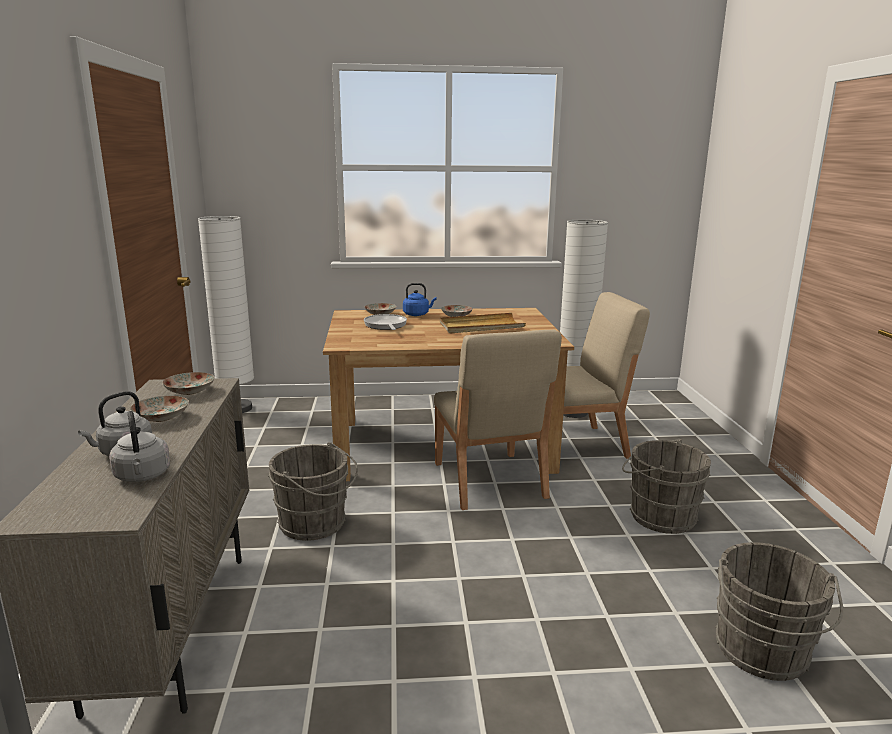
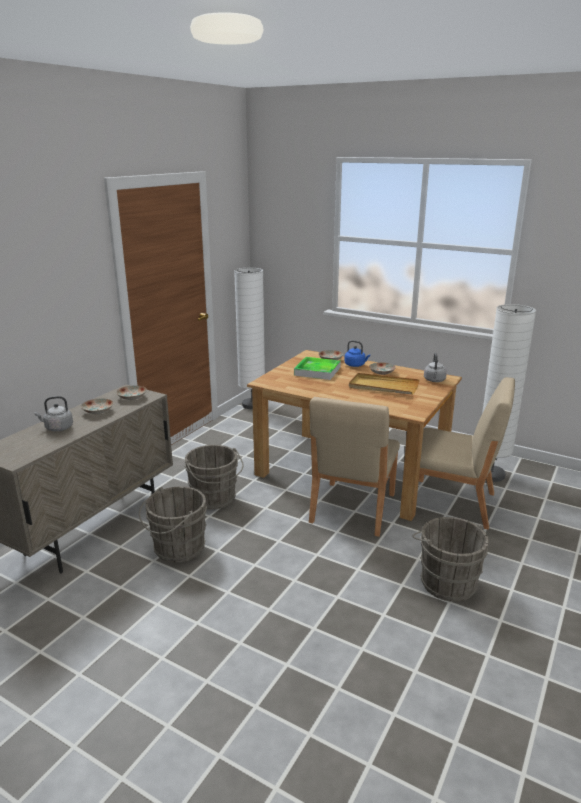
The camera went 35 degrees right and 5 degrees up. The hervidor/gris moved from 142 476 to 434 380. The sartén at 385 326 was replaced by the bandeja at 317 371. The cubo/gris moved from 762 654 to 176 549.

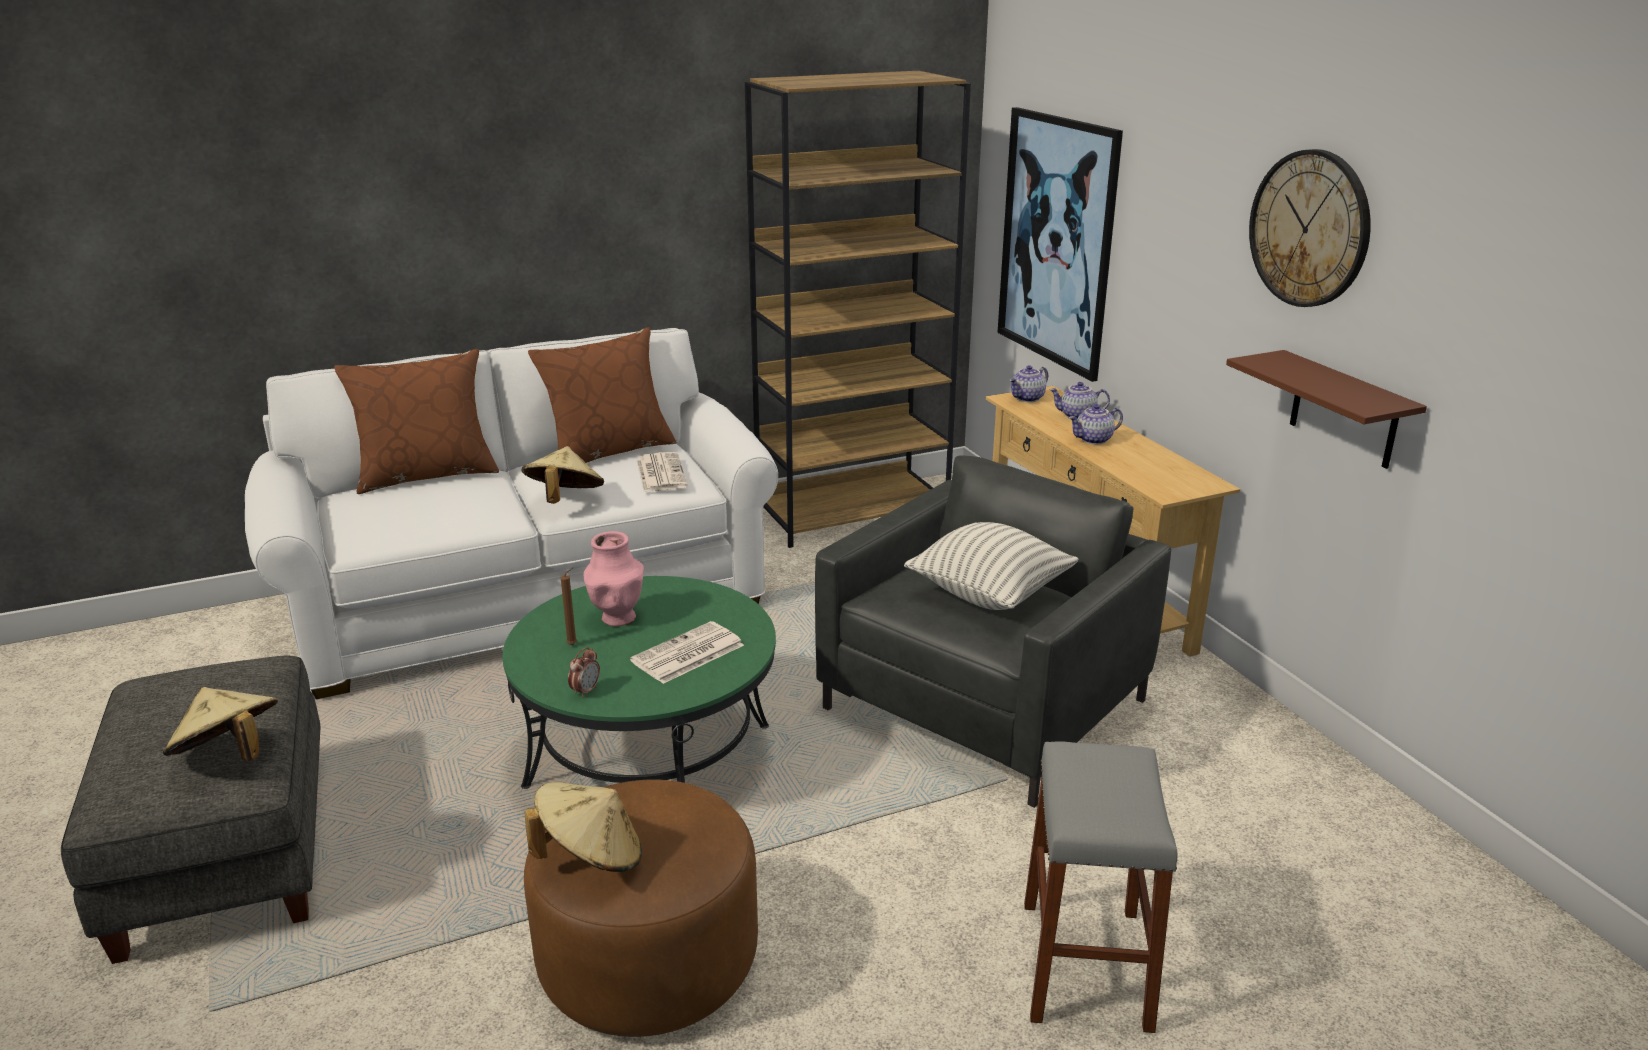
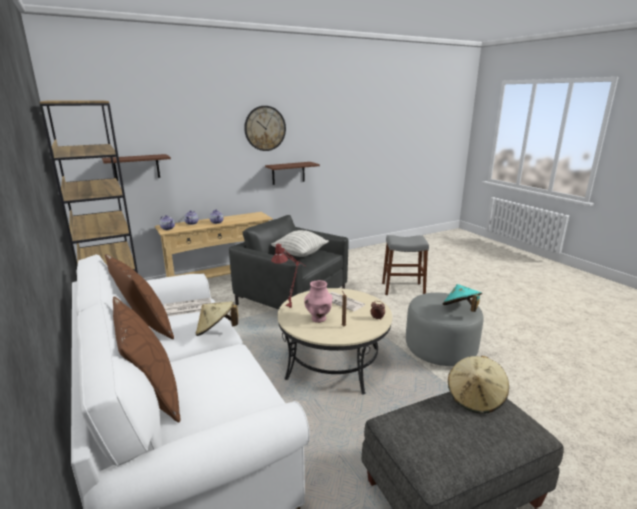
The camera went 95 degrees left and 5 degrees down. The mesa de centro/verde at 649 755 became the mesa de centro/beis at 333 363. The puf/marrón at 648 962 became the puf/gris at 440 349. The sombrero/beis at 591 857 became the sombrero/turquesa at 460 309. The cuadro at 1056 241 was replaced by the estante/marrón at 136 167. The lámpara de mesa/rojo at 292 306 appeared.

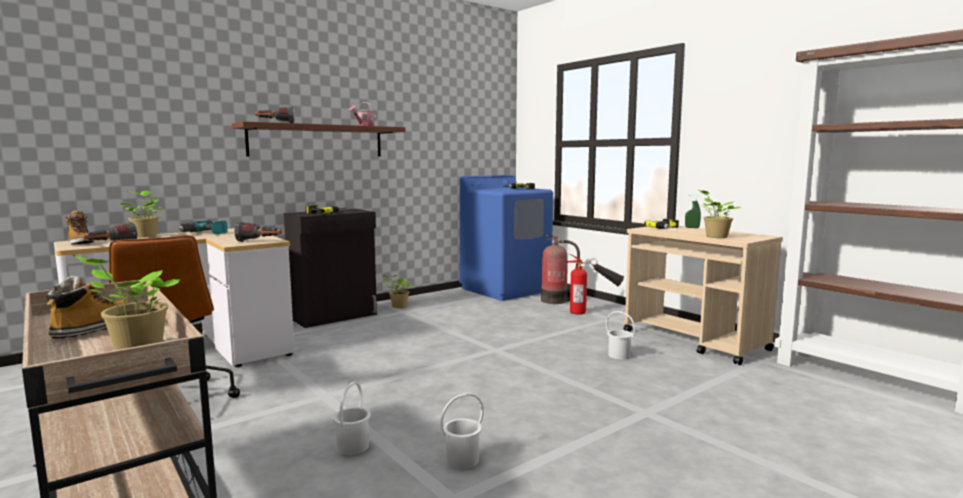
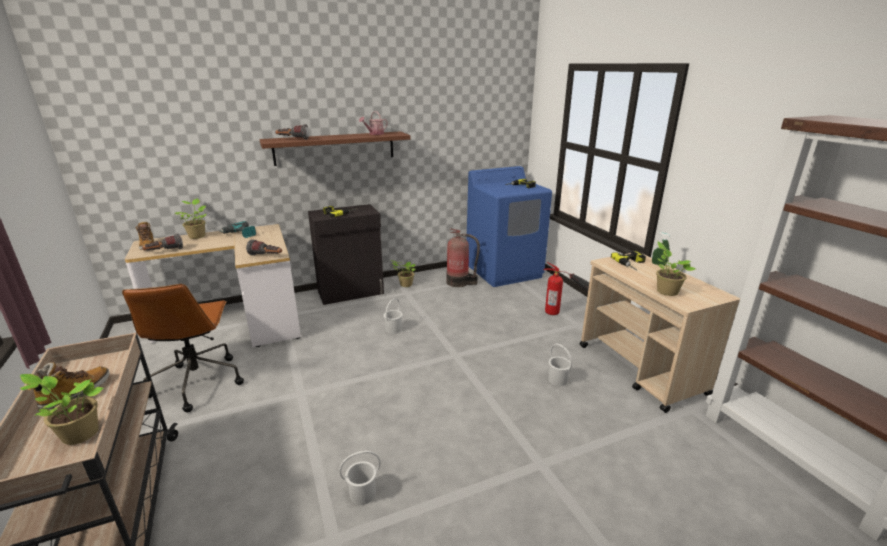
The camera went 15 degrees right and 15 degrees up. The cubo/blanco moved from 353 447 to 394 329. The extintor moved from 556 300 to 459 282.

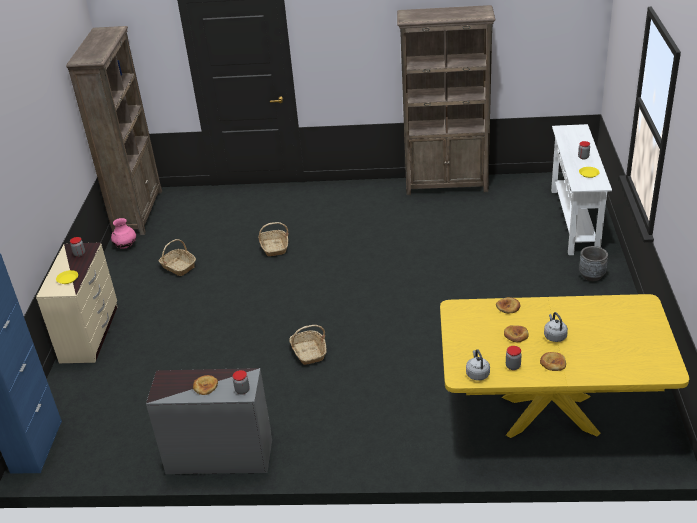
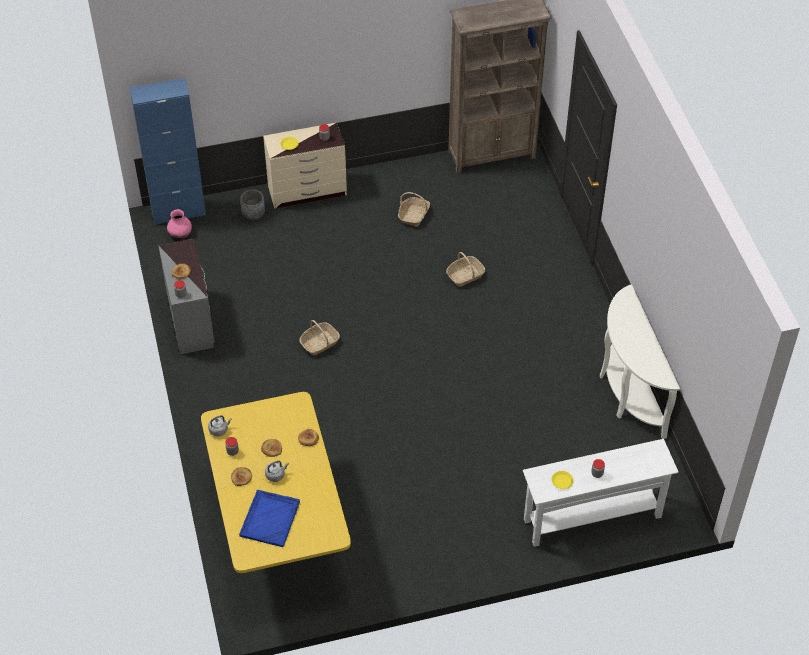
The camera went 70 degrees right and 15 degrees up. The florero/rosa moved from 126 246 to 180 234. The estantería/marrón at 447 185 was replaced by the mesa consola/blanco at 627 392. The maceta/gris moved from 591 275 to 253 215. The bandeja/azul at 270 518 appeared.

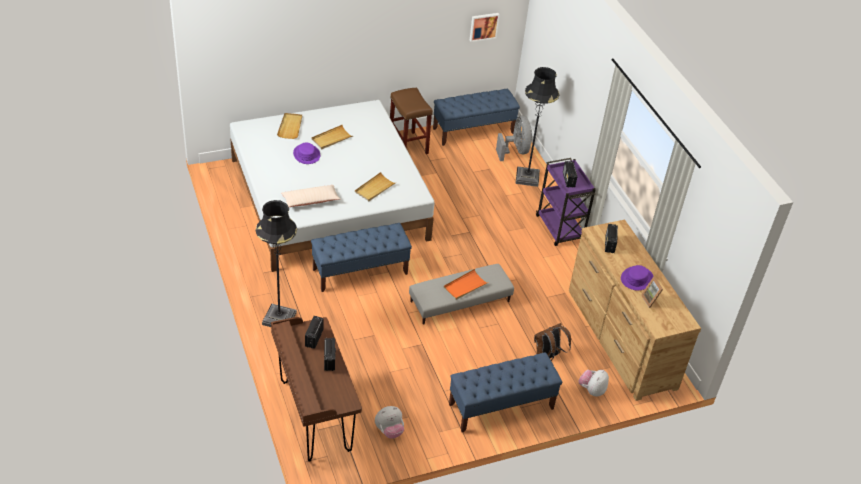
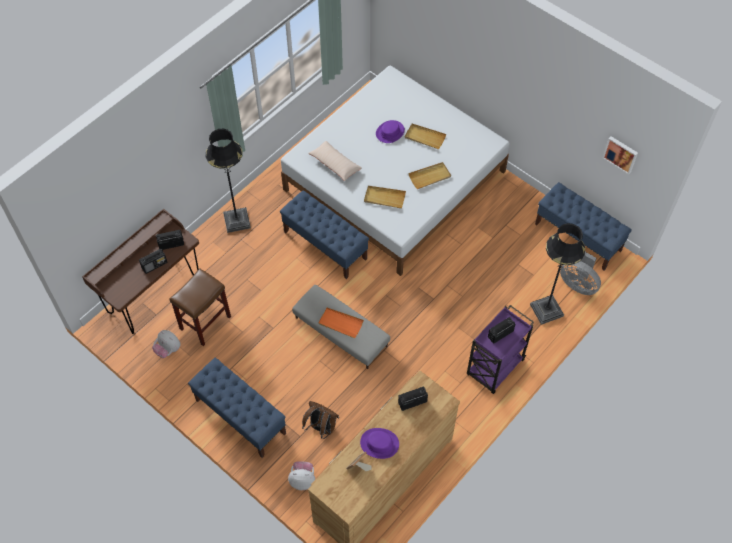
The camera went 65 degrees right and 15 degrees up. The bandeja/beis moved from 290 127 to 430 176. The taburete/marrón moved from 408 146 to 205 323. The ventilador/gris at 515 151 turned 75 degrees clockwise.

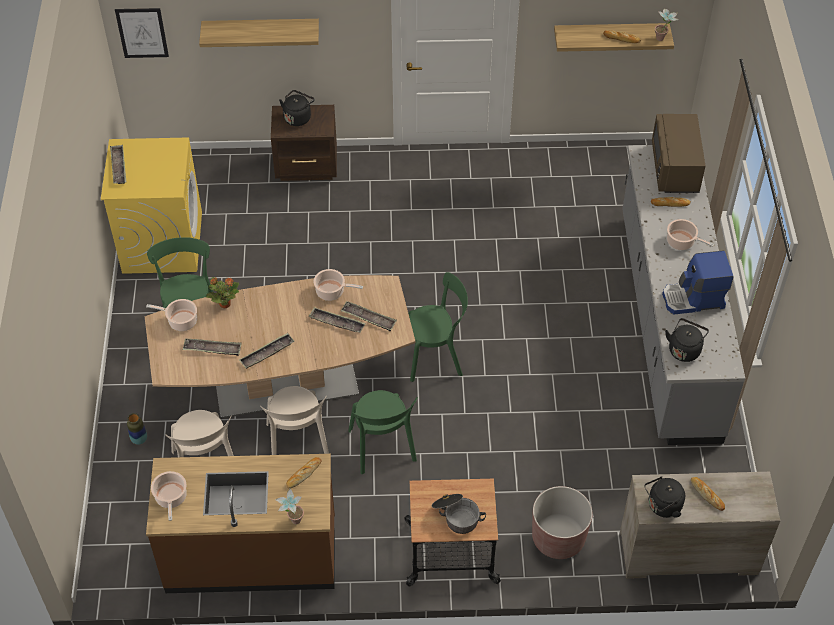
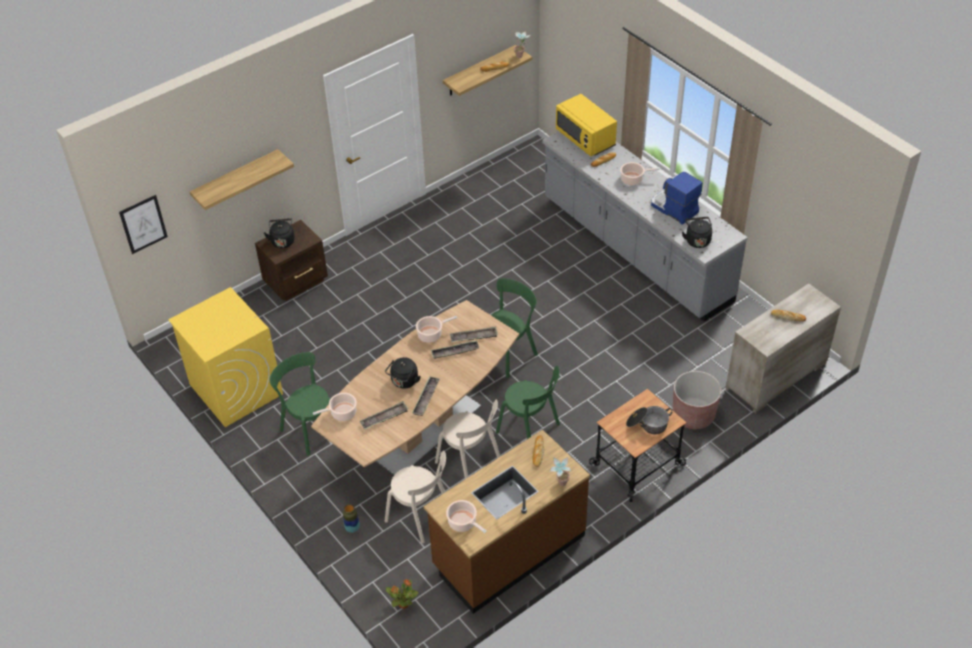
The camera went 35 degrees left and 5 degrees down. The bandeja at 119 167 disappeared. The planta en maceta moved from 224 304 to 403 604. The hervidor/negro moved from 662 506 to 404 382. The microondas/marrón at 675 169 became the microondas/amarillo at 585 139. The cafetera at 693 299 turned 90 degrees clockwise.

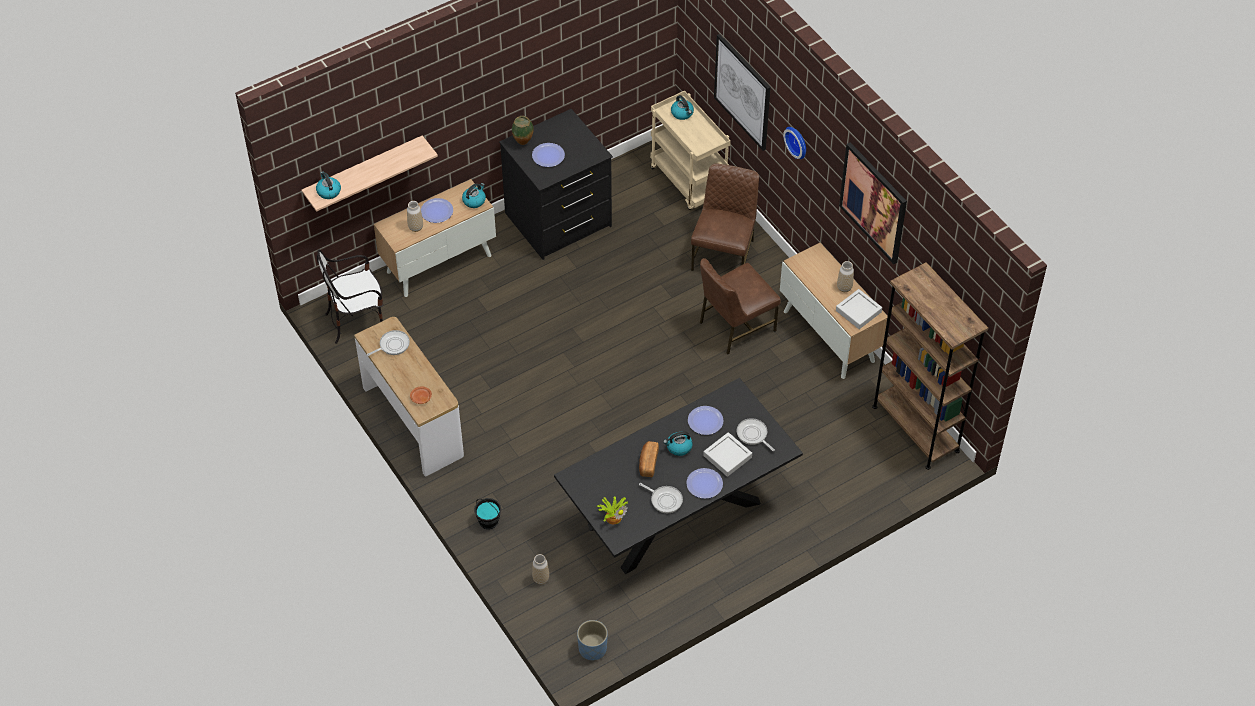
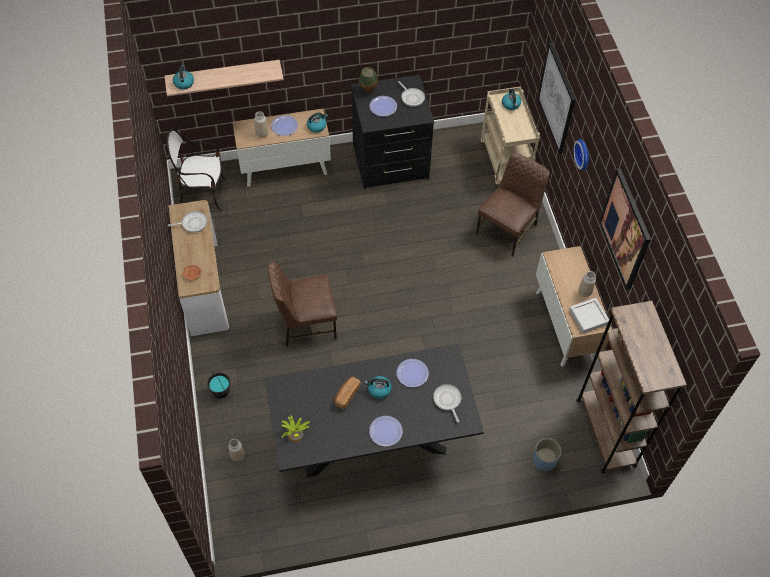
The camera went 20 degrees right and 5 degrees up. The maceta/azul moved from 592 649 to 544 460. The sartén moved from 664 500 to 412 97. The silla/marrón moved from 735 326 to 306 323. The bandeja/gris at 727 456 disappeared.

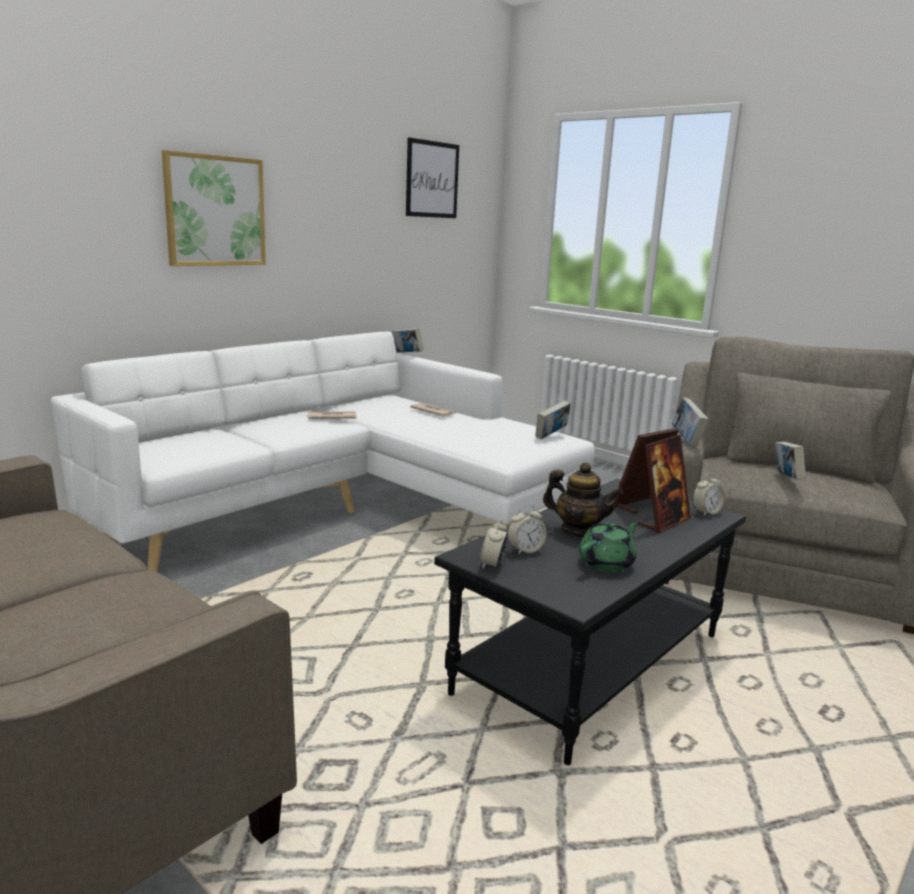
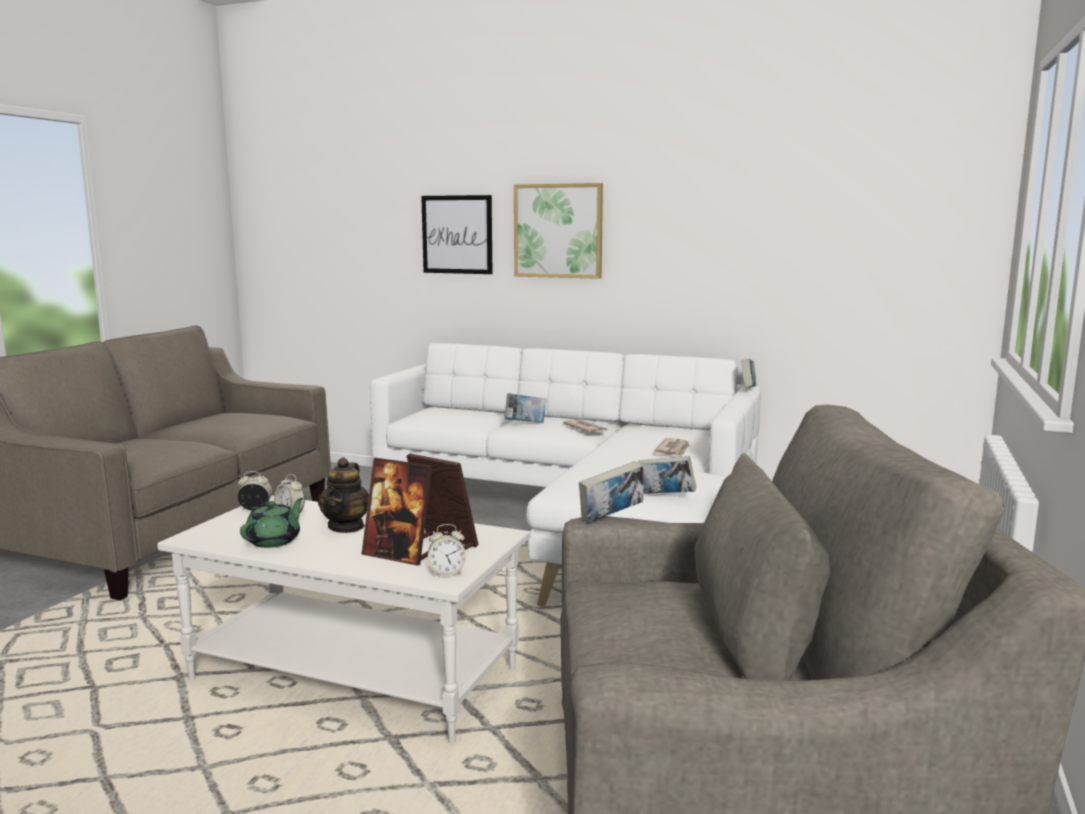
The camera went 70 degrees right and 5 degrees down. The cuadro moved from 432 179 to 457 234. The mesa de centro/negro at 589 662 became the mesa de centro/blanco at 356 674. The tetera/verde at 607 563 turned 90 degrees counterclockwise. The despertador at 706 512 turned 45 degrees counterclockwise. The libro moved from 786 479 to 525 424.

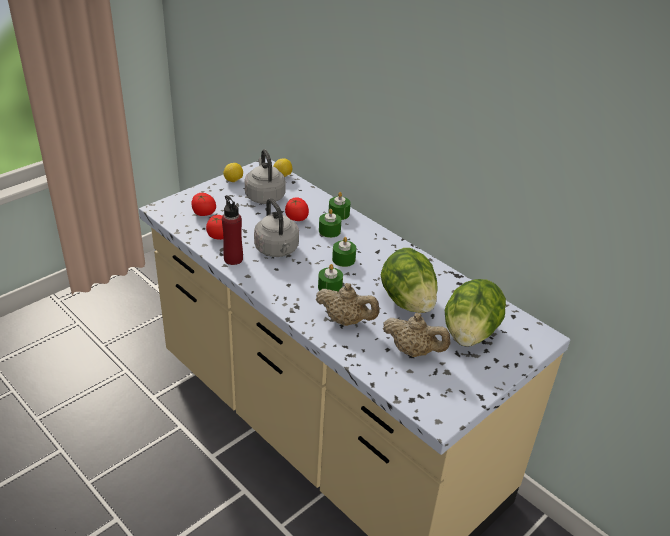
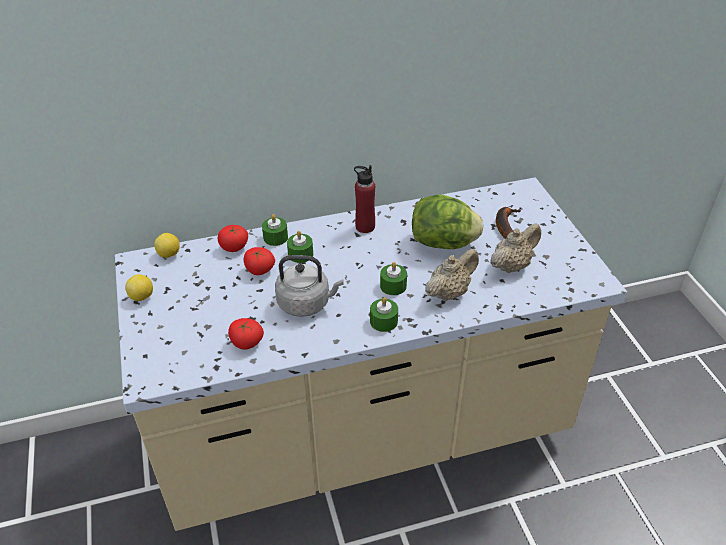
The camera went 60 degrees left and 5 degrees up. The tomate moved from 203 213 to 234 247. The botella/rojo moved from 233 259 to 365 227. The hervidor/gris at 264 196 disappeared. The vela/verde moved from 343 259 to 383 321. The lechuga at 470 334 was replaced by the plátano at 505 225.

